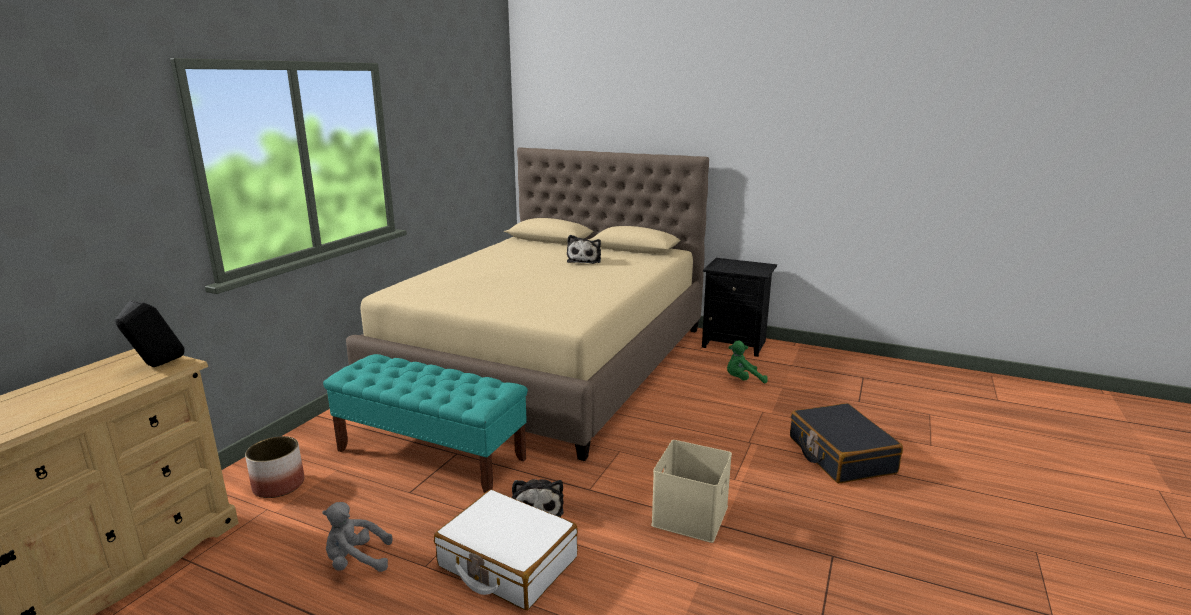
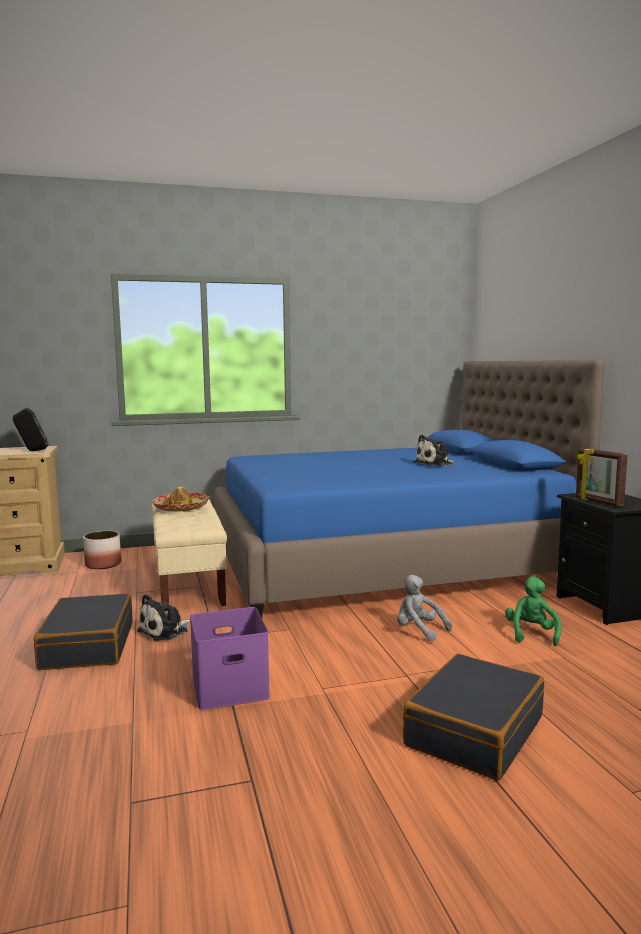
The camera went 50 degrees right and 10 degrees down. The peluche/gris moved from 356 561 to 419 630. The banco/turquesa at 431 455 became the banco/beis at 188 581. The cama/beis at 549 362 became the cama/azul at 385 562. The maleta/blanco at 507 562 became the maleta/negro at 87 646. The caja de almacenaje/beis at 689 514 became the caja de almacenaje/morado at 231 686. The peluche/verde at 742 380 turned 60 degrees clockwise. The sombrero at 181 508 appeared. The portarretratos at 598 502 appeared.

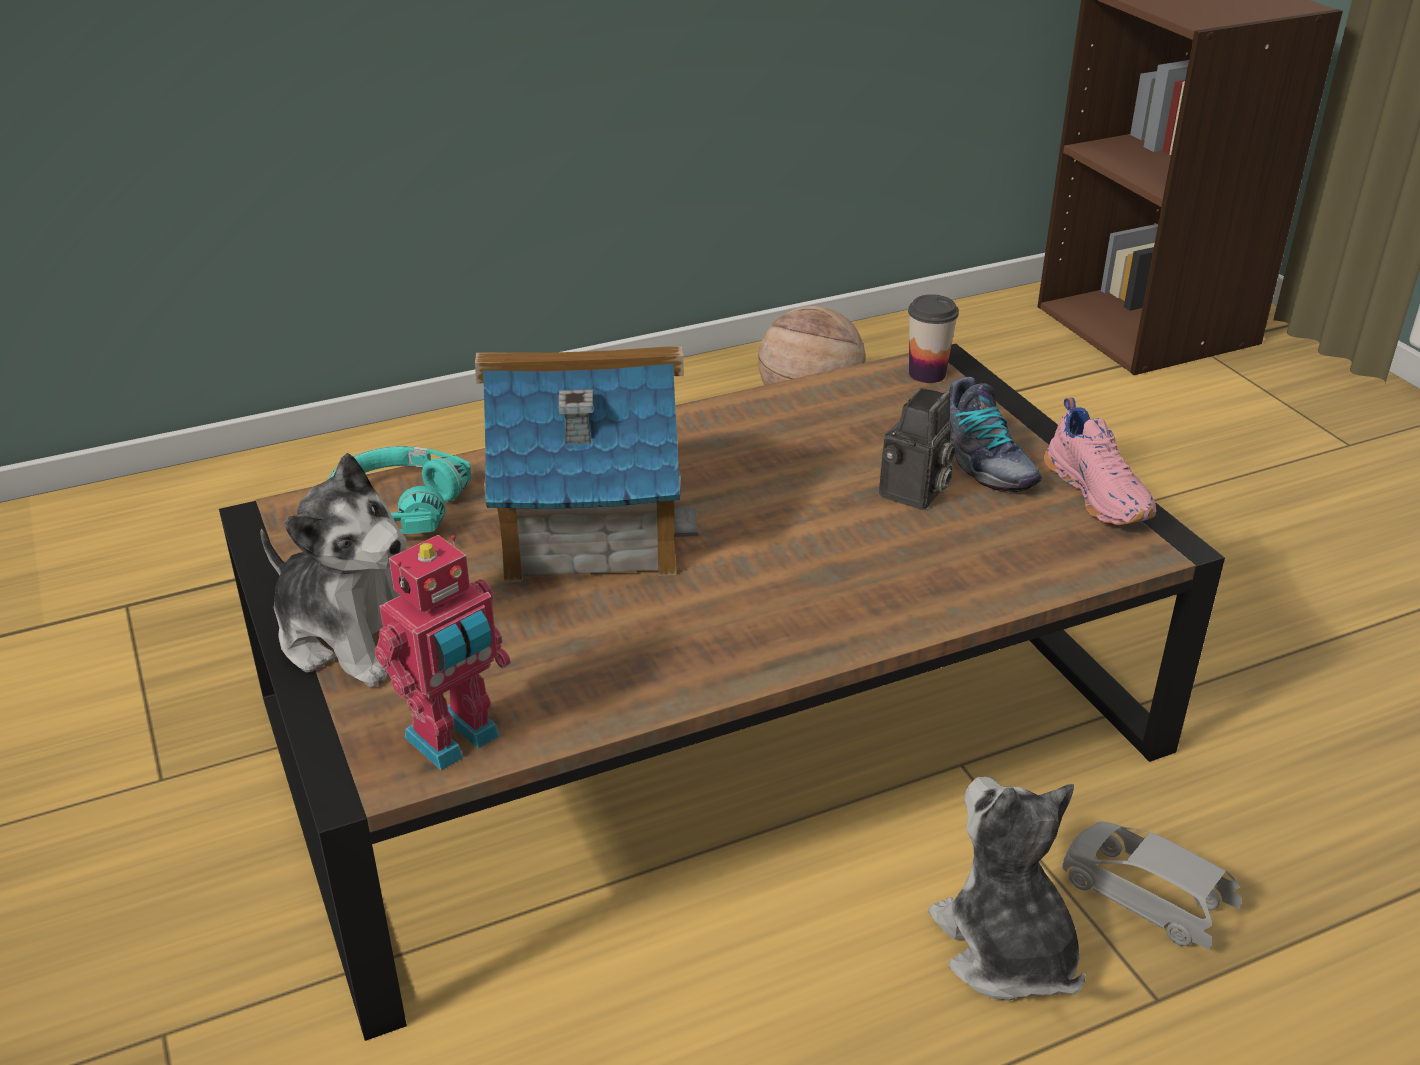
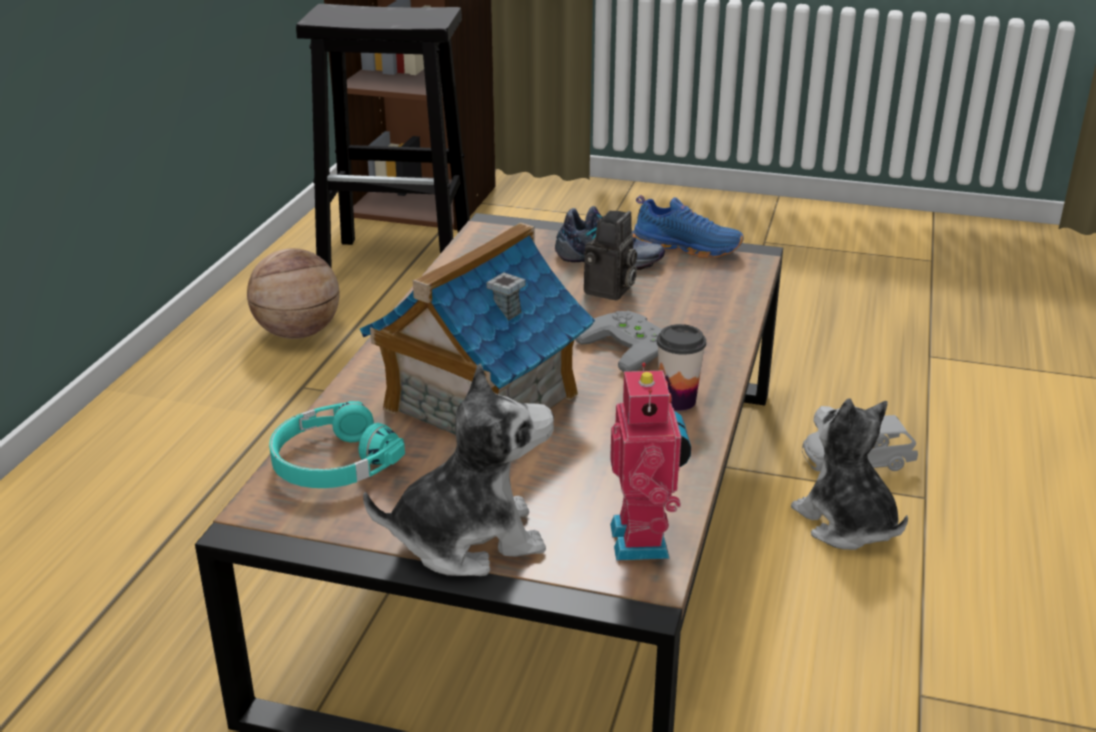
The camera went 50 degrees left and 5 degrees down. The cámara at 914 494 turned 45 degrees clockwise. The taza moved from 927 374 to 677 401. The peluche at 1005 949 turned 45 degrees clockwise. The zapato/rosa at 1100 494 became the zapato/azul at 687 247. The taburete/negro at 400 264 appeared. The mando de consola/gris at 633 347 appeared.

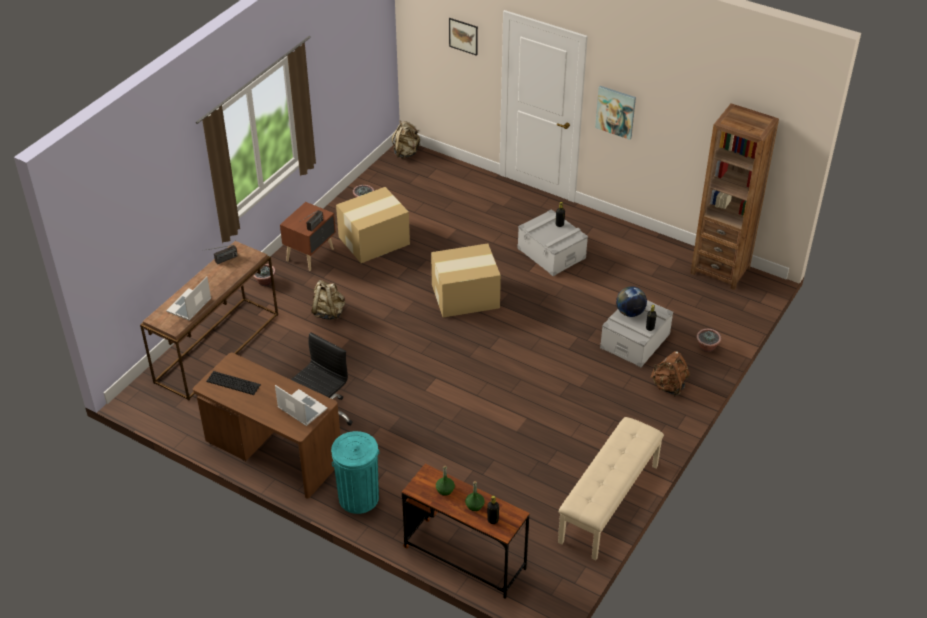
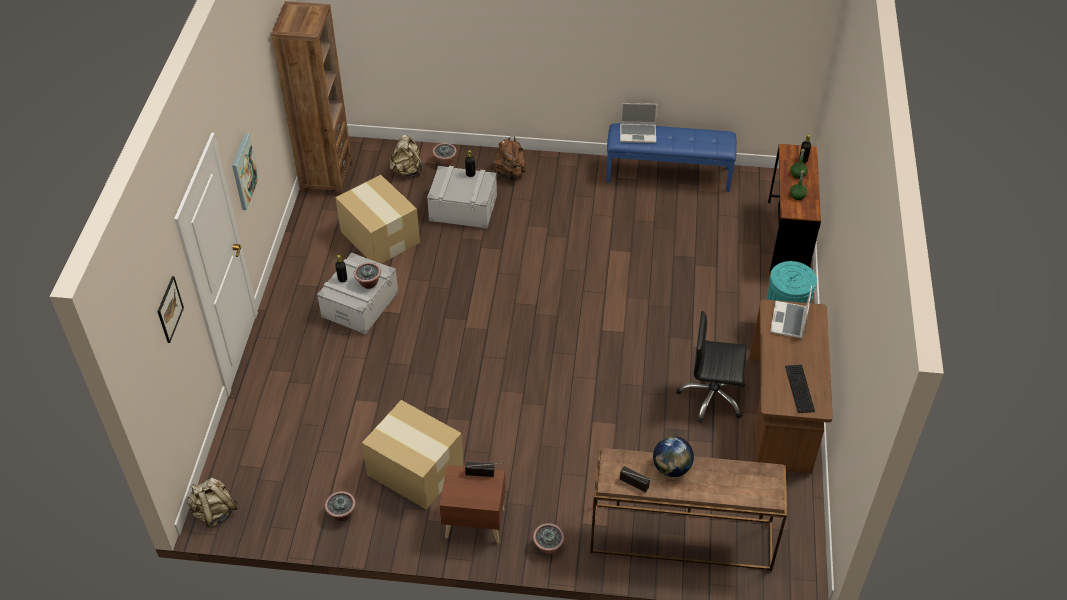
The camera went 115 degrees left and 5 degrees up. The portátil moved from 189 306 to 638 133. The mochila/beis moved from 329 312 to 407 171. The caja de cartón moved from 466 296 to 380 236. The banco/beis at 609 504 became the banco/azul at 668 174. The globo terráqueo moved from 630 312 to 671 468. The planta en maceta at 368 283 appeared.

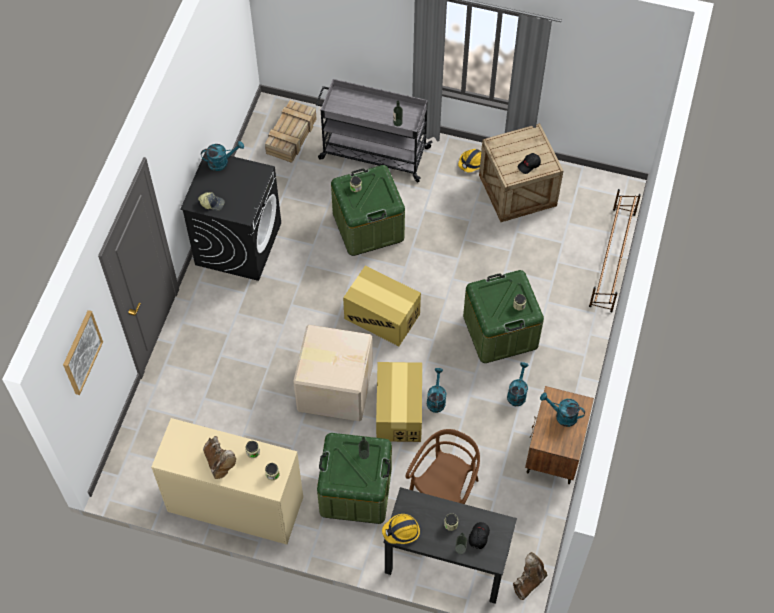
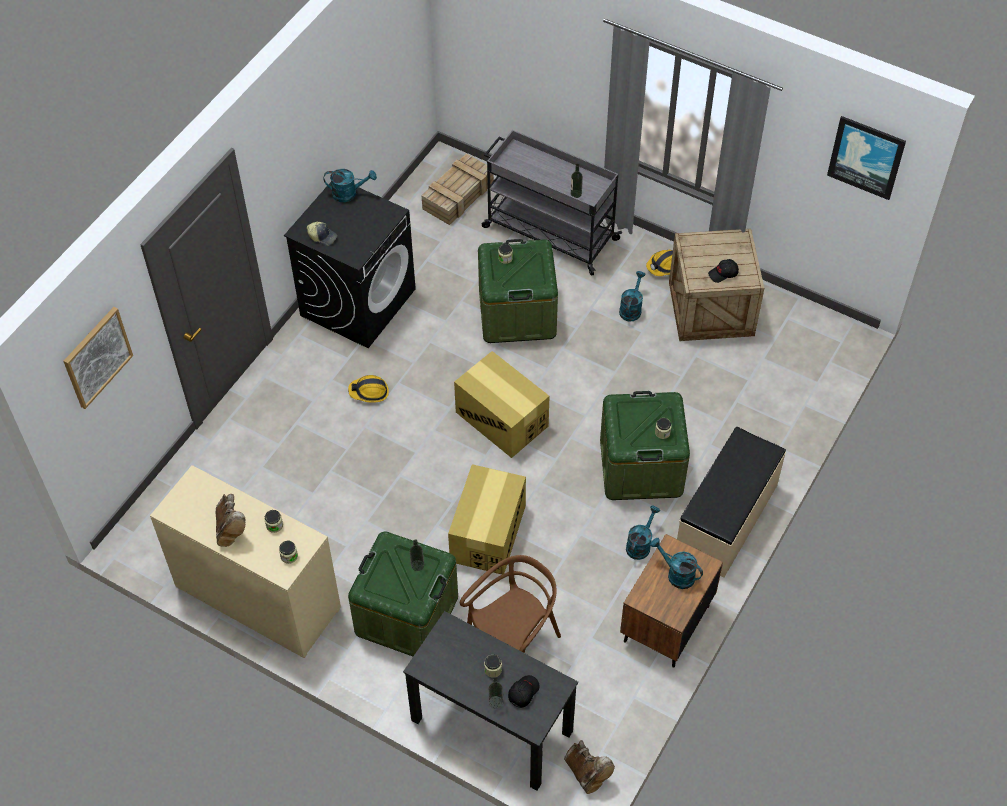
The camera went 15 degrees right and 5 degrees down. The caja de cartón at 334 387 disappeared. The casco moved from 401 531 to 369 392. The regadera/turquesa moved from 436 399 to 631 308. The bota/marrón at 528 581 turned 90 degrees clockwise. The zapatero/marrón at 612 260 disappeared. The banco/beis at 727 519 appeared. The cuadro at 866 157 appeared.

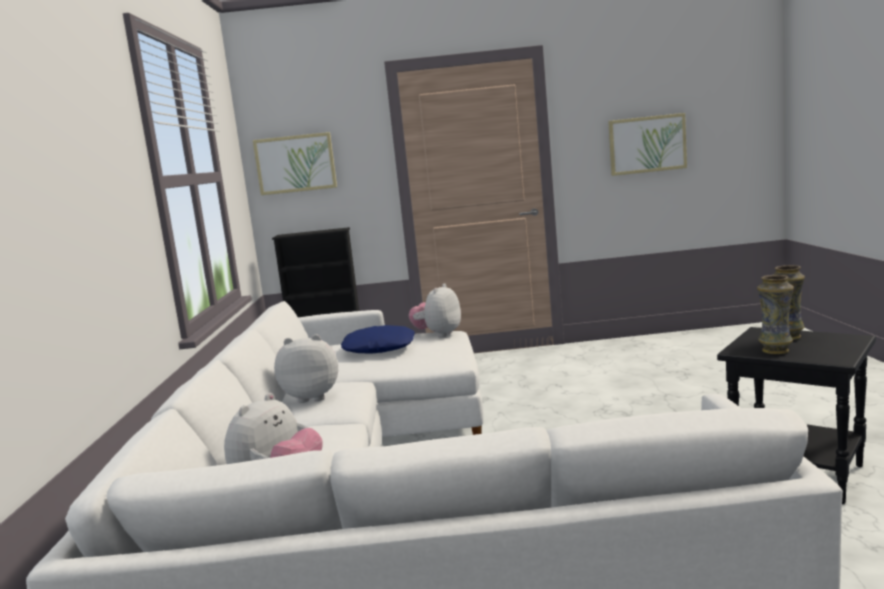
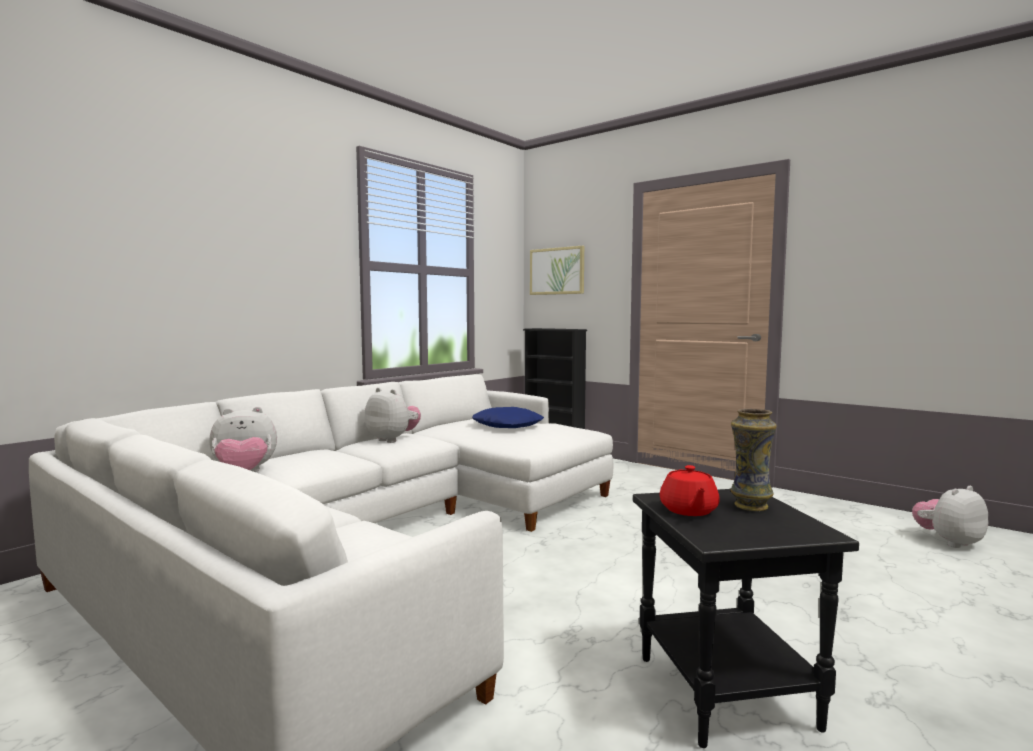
The camera went 40 degrees right and 5 degrees down. The peluche moved from 438 334 to 948 542. The cuadro at 647 144 disappeared. The florero at 776 350 was replaced by the tetera/rojo at 688 510.

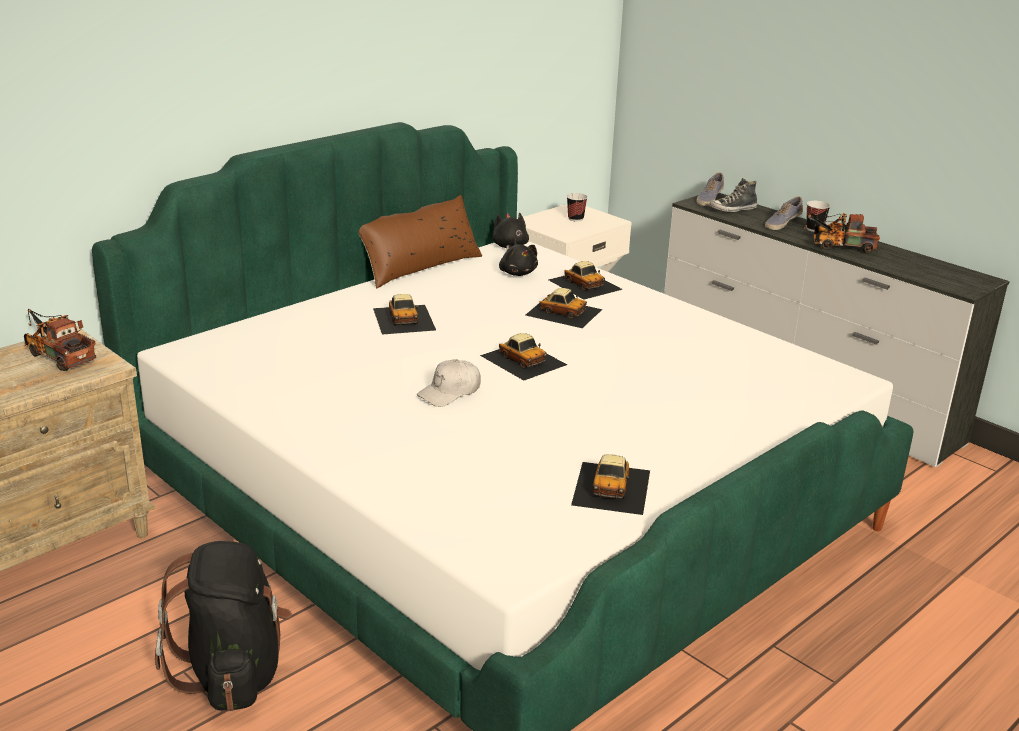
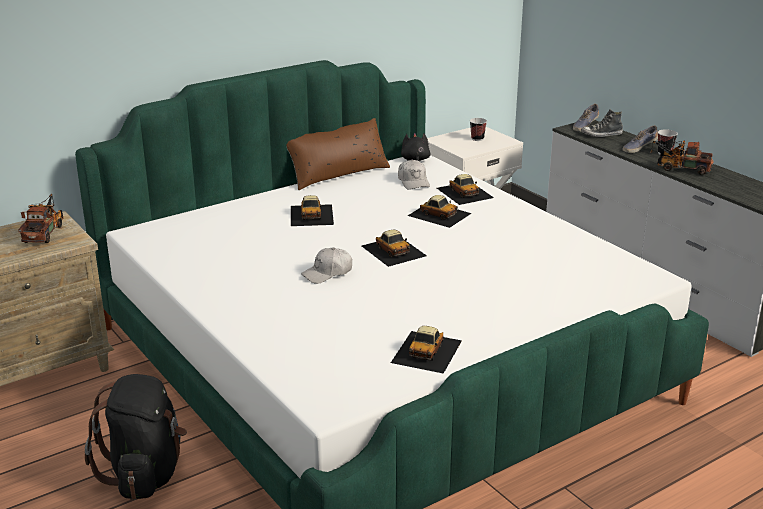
The camera went 10 degrees right and 0 degrees up. The camión de juguete at 58 355 turned 45 degrees clockwise. The peluche/negro at 517 273 was replaced by the gorra/blanco at 413 181.

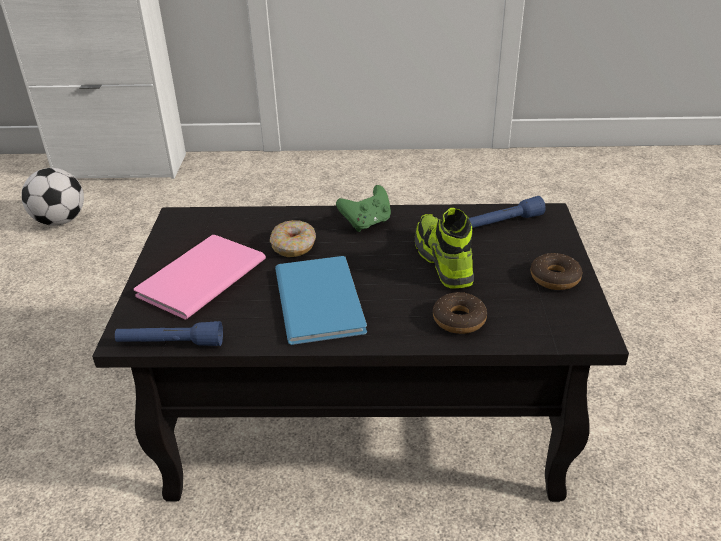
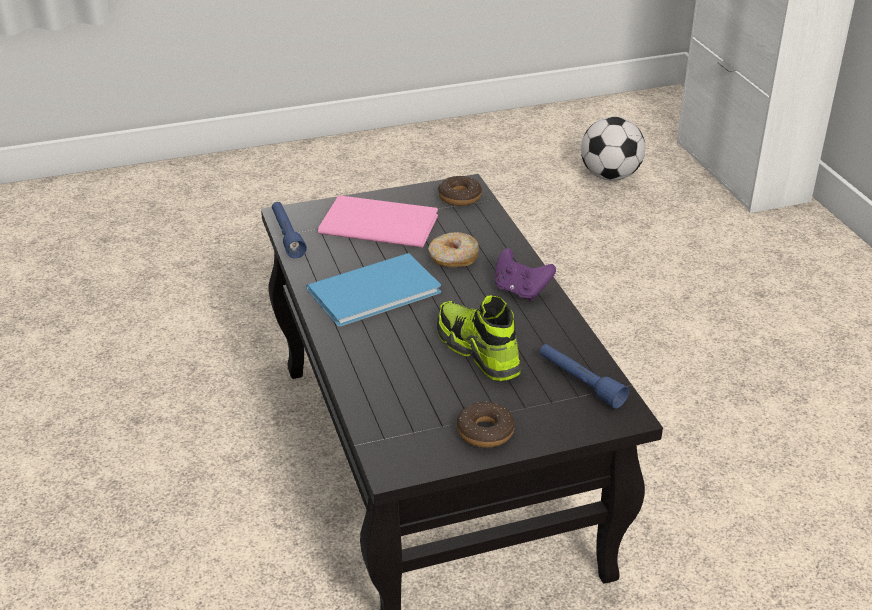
The camera went 70 degrees right and 0 degrees up. The mando de consola/verde at 367 223 became the mando de consola/morado at 520 291. The zapato at 443 260 turned 90 degrees counterclockwise. The rosquilla moved from 459 320 to 459 197.

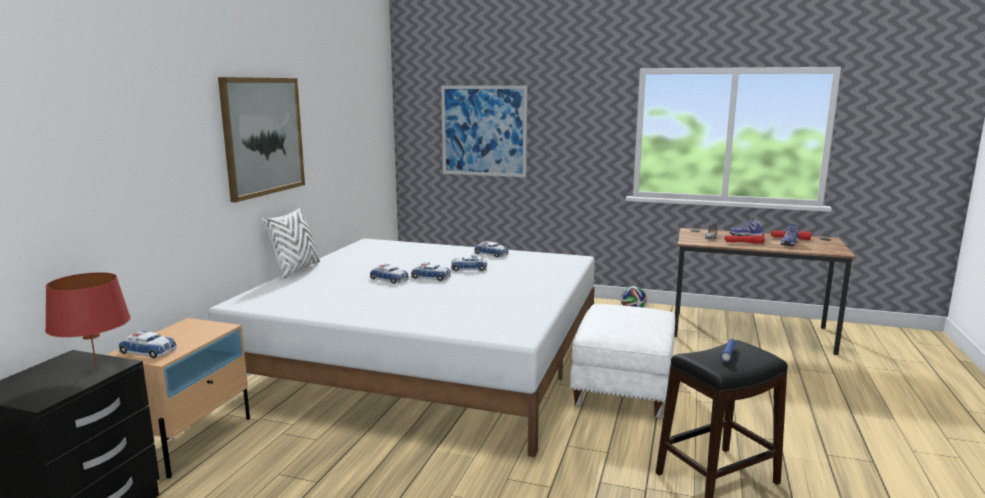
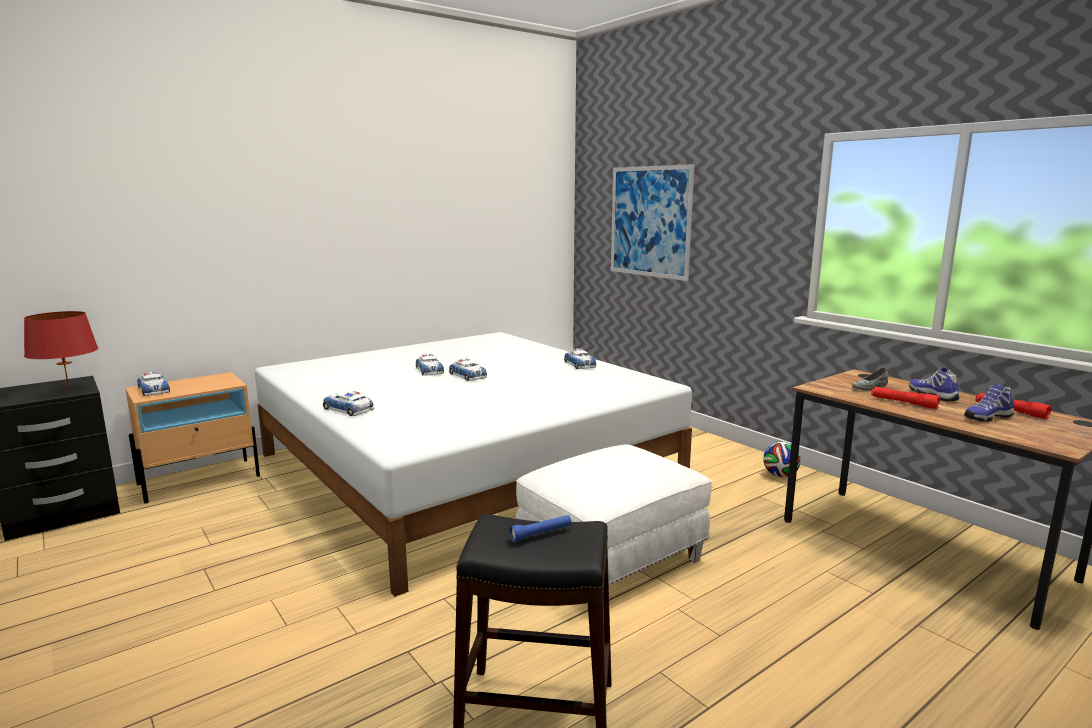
The camera went 35 degrees right and 0 degrees up. The cuadro at 263 136 disappeared. The cojín/blanco at 296 270 disappeared. The coche de juguete moved from 469 268 to 348 409.

